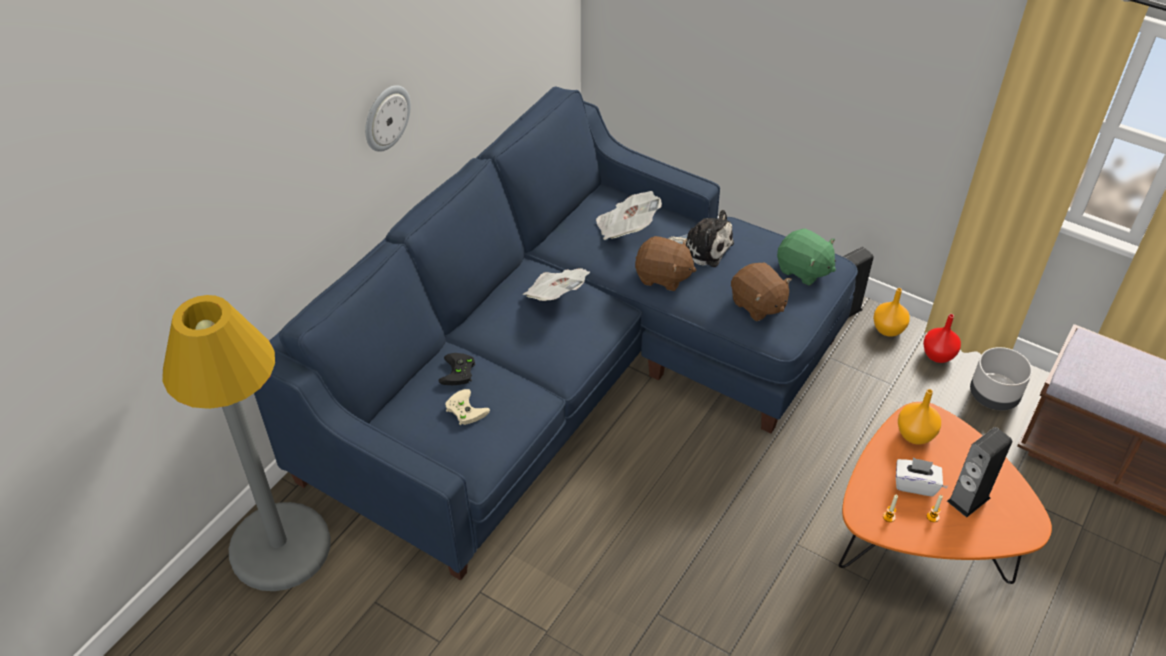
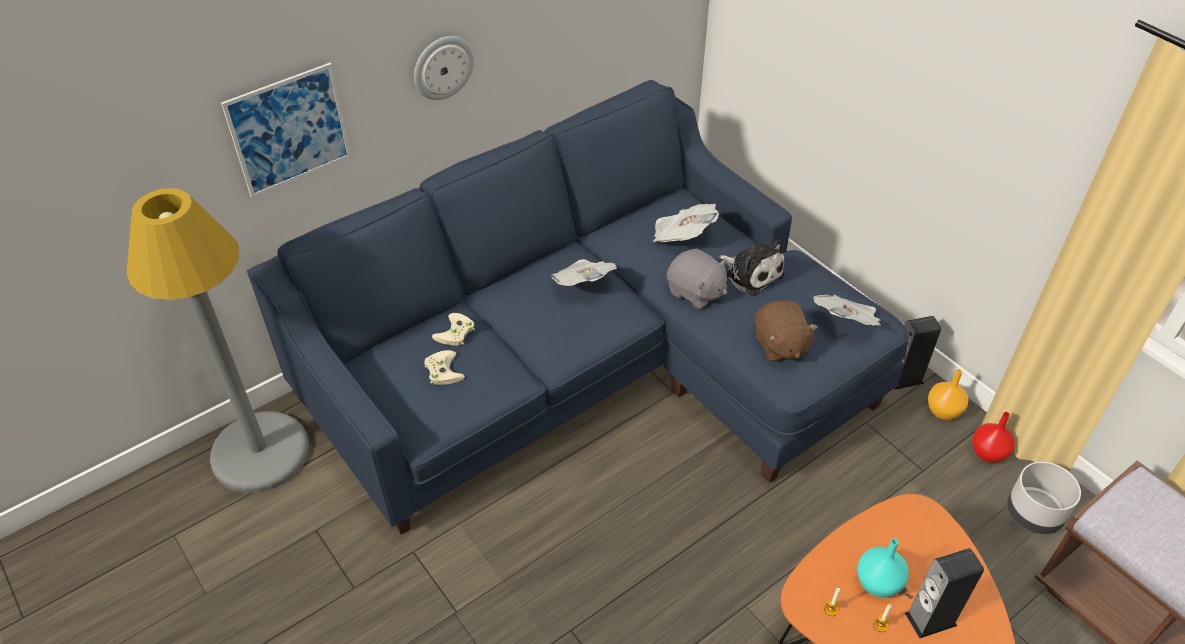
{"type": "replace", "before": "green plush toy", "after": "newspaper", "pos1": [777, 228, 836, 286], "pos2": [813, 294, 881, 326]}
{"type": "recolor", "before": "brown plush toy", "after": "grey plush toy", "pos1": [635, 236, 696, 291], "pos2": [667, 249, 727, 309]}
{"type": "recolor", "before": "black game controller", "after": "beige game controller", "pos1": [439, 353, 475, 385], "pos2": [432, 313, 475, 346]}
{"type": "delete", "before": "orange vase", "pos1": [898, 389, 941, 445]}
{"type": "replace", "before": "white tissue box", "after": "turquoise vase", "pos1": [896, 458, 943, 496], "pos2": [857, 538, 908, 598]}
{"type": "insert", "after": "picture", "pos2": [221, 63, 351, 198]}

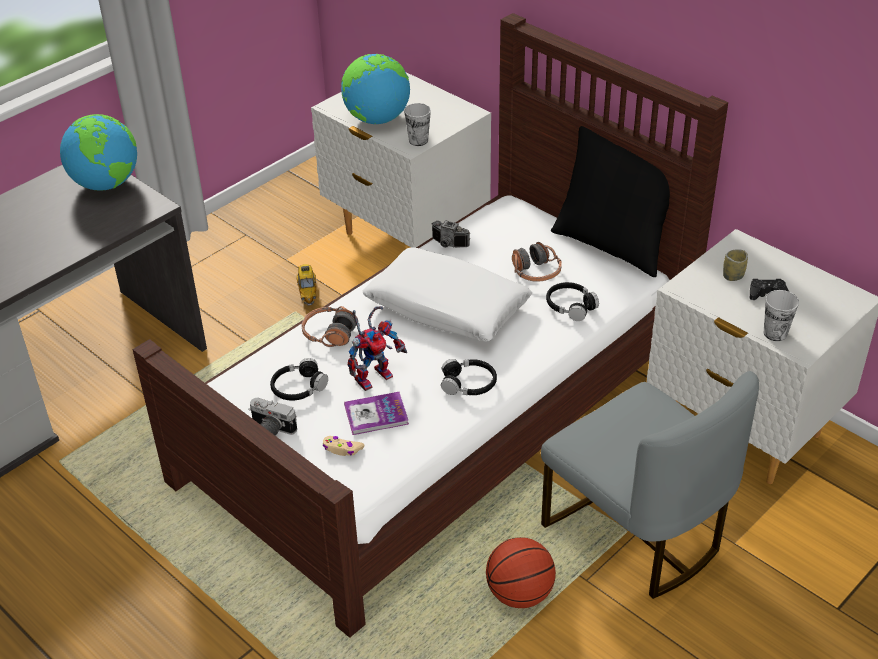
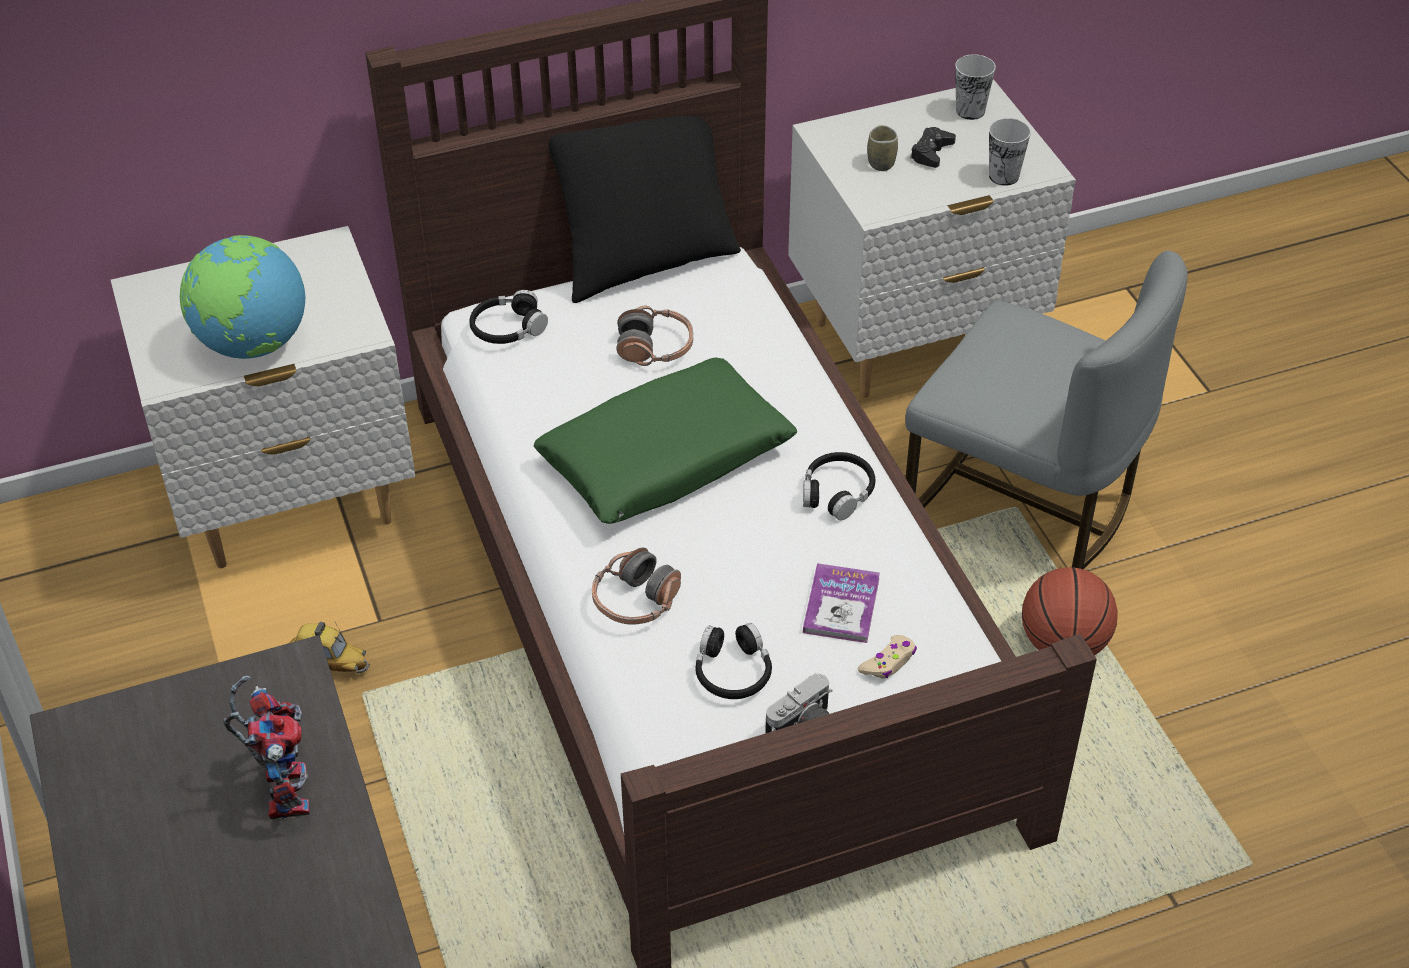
{"type": "move", "before": "cup", "pos1": [404, 103, 431, 146], "pos2": [955, 54, 996, 120]}
{"type": "delete", "before": "globe", "pos1": [60, 114, 137, 191]}
{"type": "delete", "before": "photo camera", "pos1": [431, 220, 470, 248]}
{"type": "recolor", "before": "white pillow", "after": "green pillow", "pos1": [363, 247, 532, 342], "pos2": [534, 357, 797, 524]}
{"type": "move", "before": "black headphones", "pos1": [546, 282, 599, 321], "pos2": [469, 290, 548, 344]}
{"type": "move", "before": "toy robot", "pos1": [348, 306, 407, 391], "pos2": [223, 676, 310, 820]}
{"type": "rotate", "before": "grey chair", "pos1": [541, 371, 759, 599], "pos2": [905, 251, 1187, 569], "turn": 45}

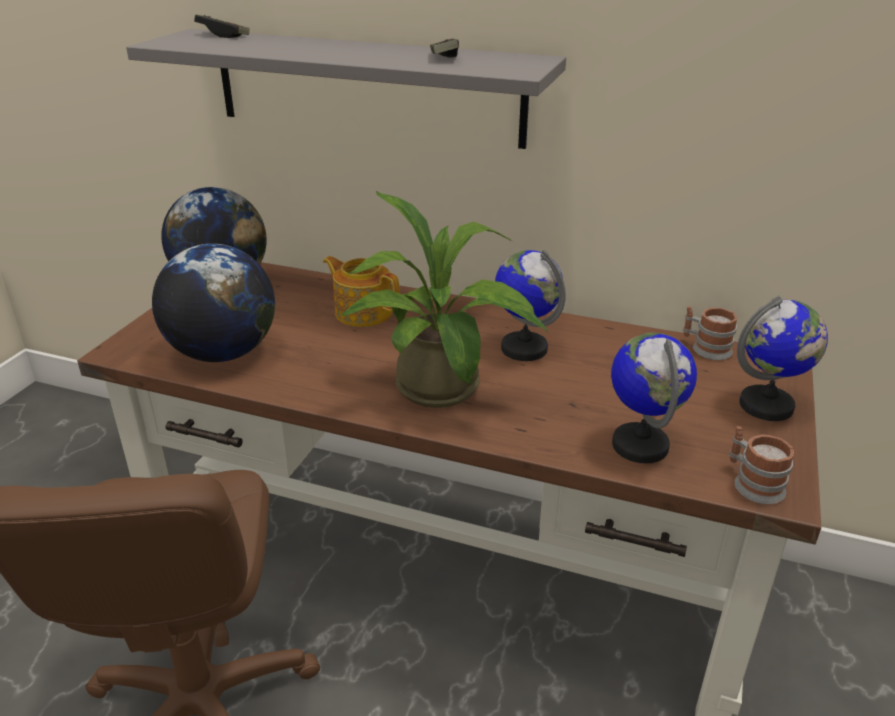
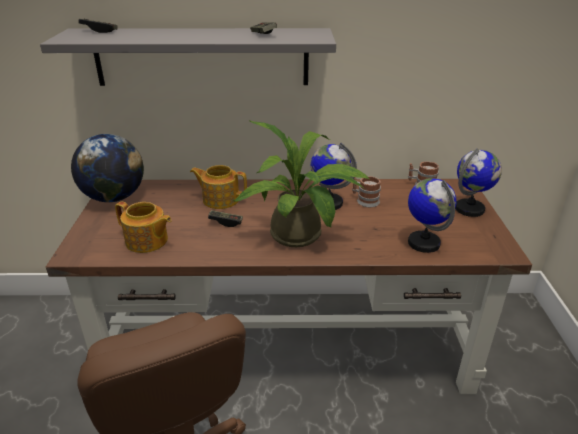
{"type": "replace", "before": "globe", "after": "teapot", "pos1": [152, 244, 275, 362], "pos2": [115, 201, 172, 253]}
{"type": "move", "before": "mug", "pos1": [729, 426, 794, 504], "pos2": [352, 176, 381, 207]}
{"type": "insert", "after": "game controller", "pos2": [208, 210, 243, 227]}

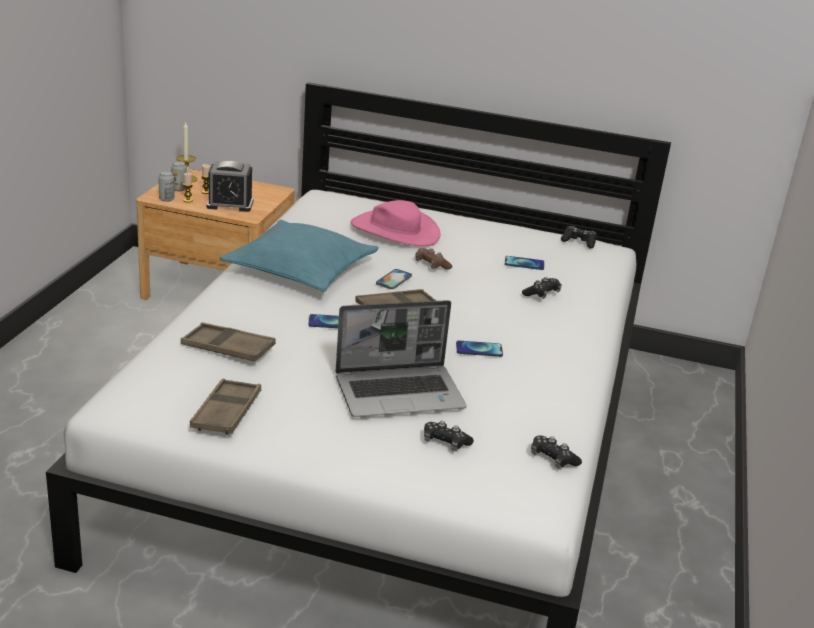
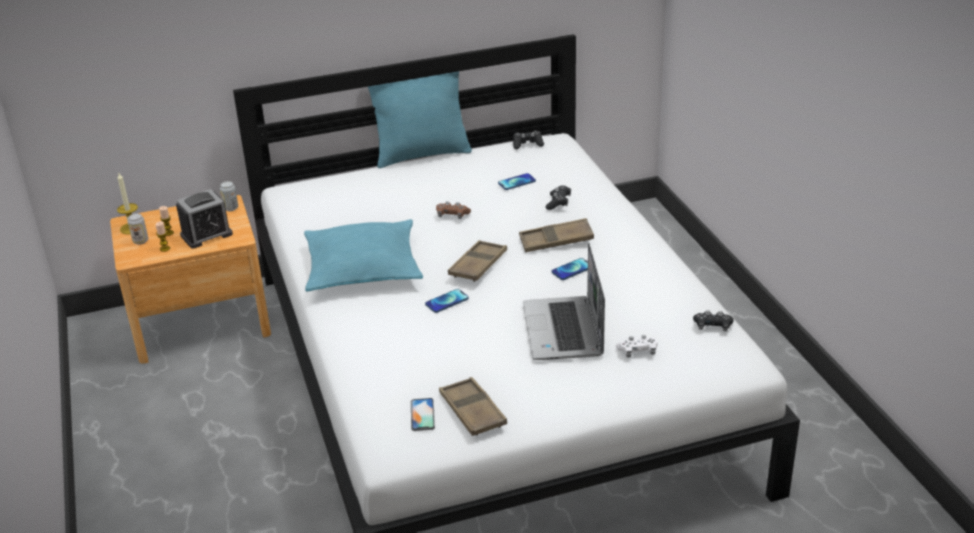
{"type": "move", "before": "can", "pos1": [158, 171, 175, 202], "pos2": [220, 181, 238, 211]}
{"type": "delete", "before": "pink hat", "pos1": [350, 200, 440, 246]}
{"type": "move", "before": "phone", "pos1": [376, 269, 412, 289], "pos2": [411, 398, 435, 431]}
{"type": "rotate", "before": "laptop", "pos1": [335, 300, 467, 417], "pos2": [523, 243, 605, 360], "turn": 135}
{"type": "move", "before": "brown tray", "pos1": [181, 322, 276, 362], "pos2": [519, 218, 594, 252]}
{"type": "recolor", "before": "black game controller", "after": "white game controller", "pos1": [424, 421, 474, 451], "pos2": [616, 335, 658, 358]}
{"type": "insert", "after": "turquoise pillow", "pos2": [368, 71, 472, 168]}

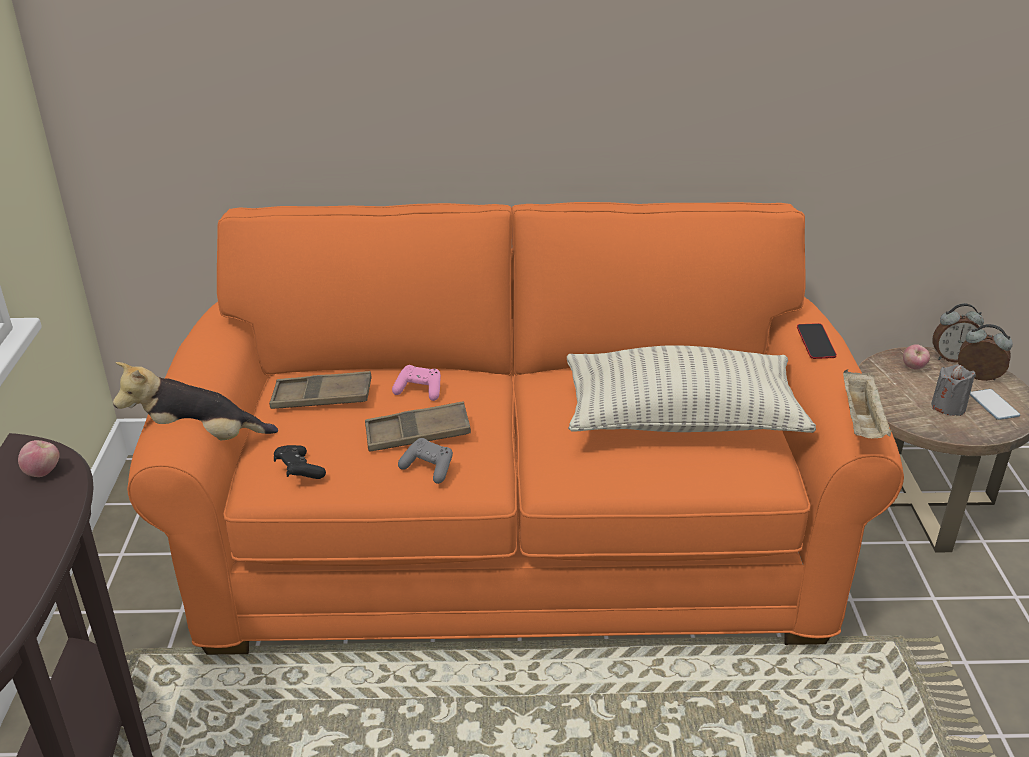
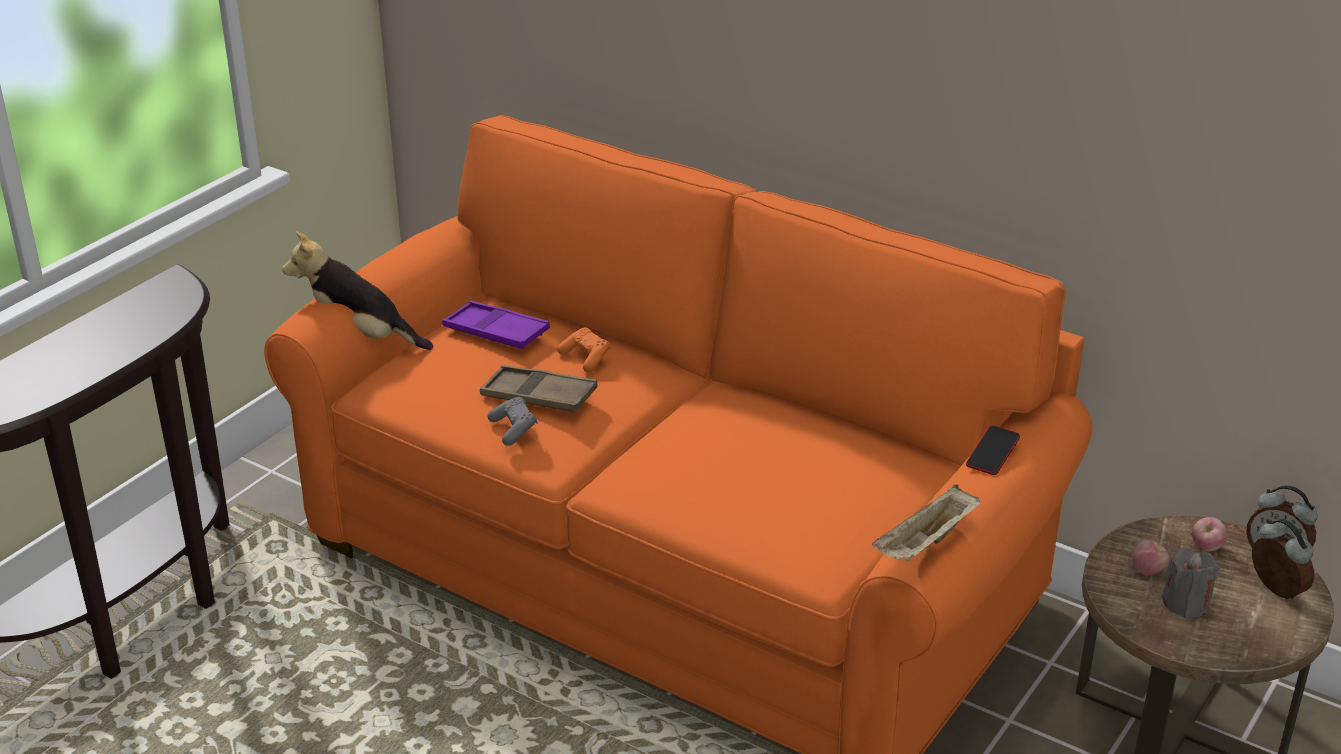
{"type": "delete", "before": "pillow", "pos1": [567, 345, 816, 433]}
{"type": "recolor", "before": "pink game controller", "after": "orange game controller", "pos1": [392, 365, 441, 401], "pos2": [558, 328, 610, 372]}
{"type": "recolor", "before": "brown tray", "after": "purple tray", "pos1": [269, 371, 372, 409], "pos2": [442, 301, 550, 349]}
{"type": "delete", "before": "phone", "pos1": [970, 389, 1020, 420]}
{"type": "move", "before": "apple", "pos1": [18, 440, 60, 477], "pos2": [1132, 540, 1170, 575]}
{"type": "delete", "before": "black game controller", "pos1": [274, 445, 326, 479]}

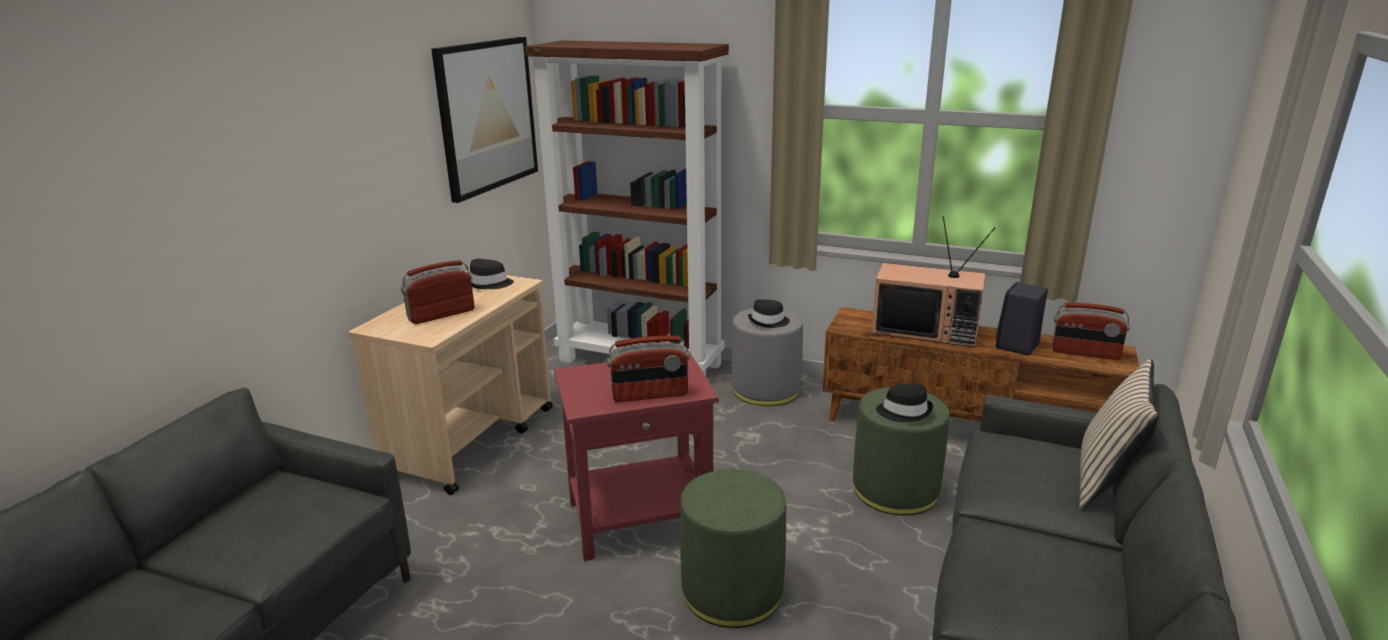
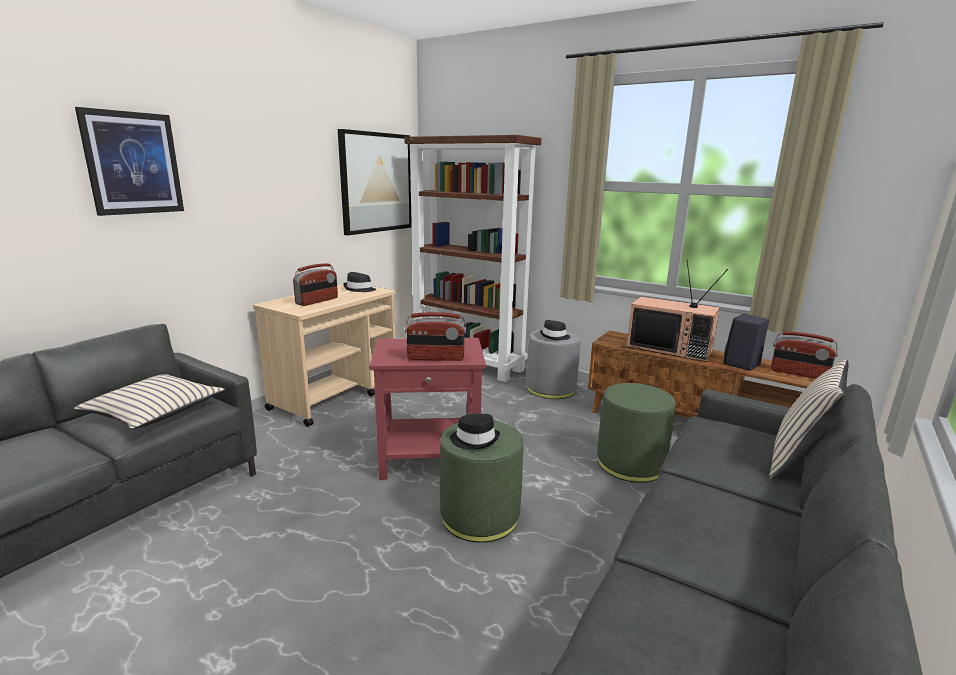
{"type": "rotate", "before": "radio", "pos1": [401, 260, 474, 324], "pos2": [293, 264, 338, 306], "turn": 150}
{"type": "move", "before": "black hat", "pos1": [876, 383, 933, 422], "pos2": [450, 414, 500, 450]}
{"type": "insert", "after": "picture", "pos2": [75, 107, 184, 216]}
{"type": "insert", "after": "beige pillow", "pos2": [74, 374, 225, 429]}

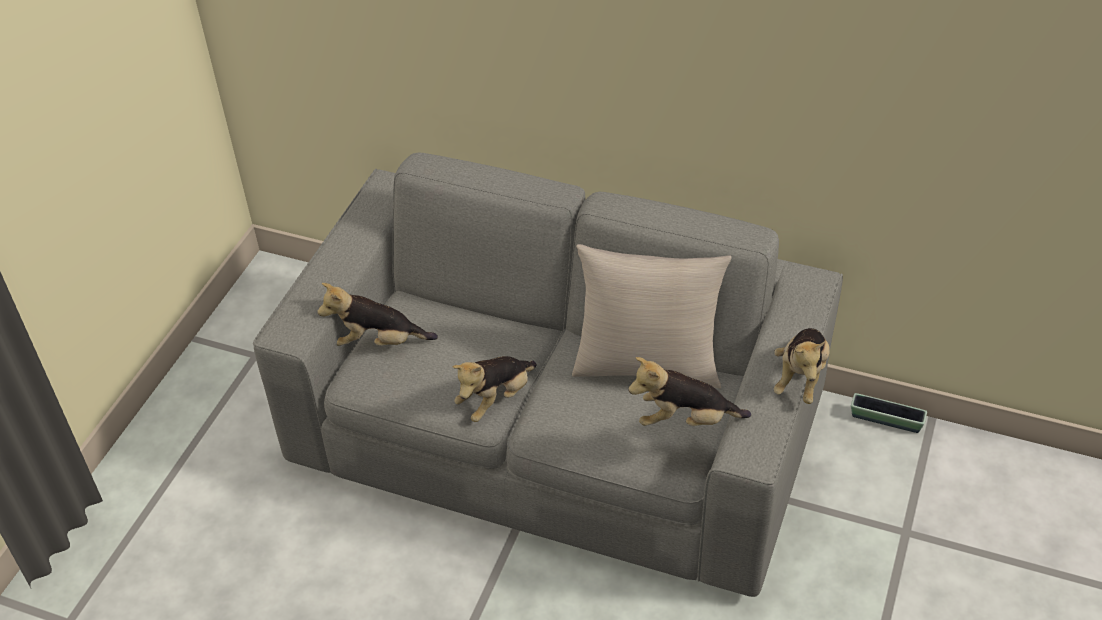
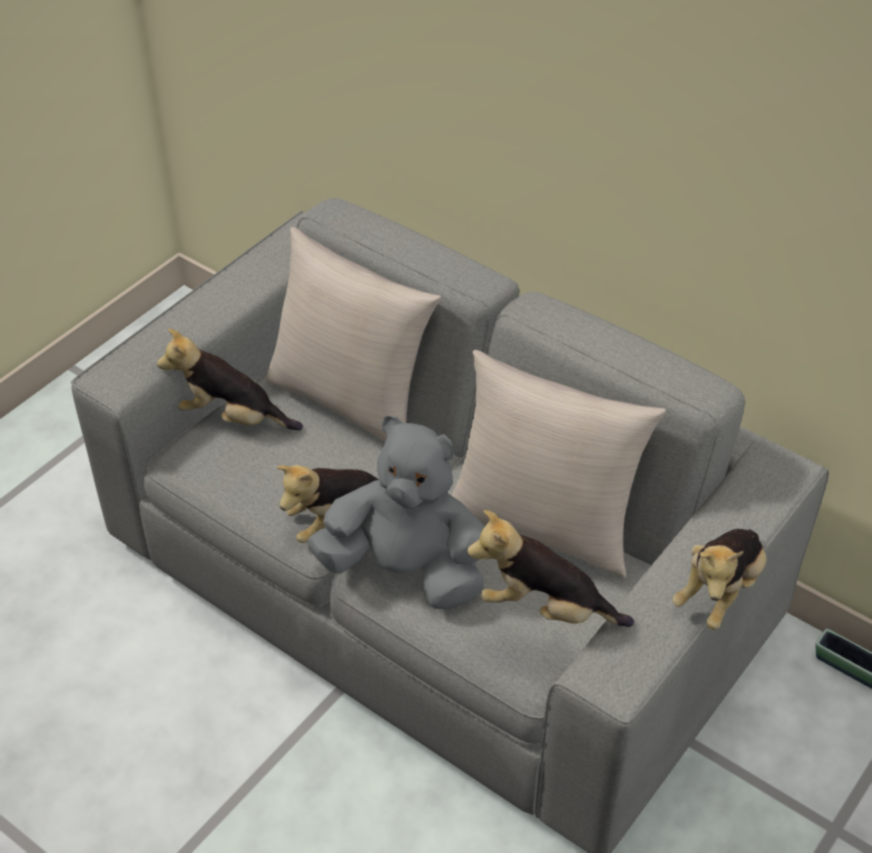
{"type": "insert", "after": "beige pillow", "pos2": [266, 227, 441, 442]}
{"type": "insert", "after": "grey plush toy", "pos2": [307, 416, 485, 609]}

